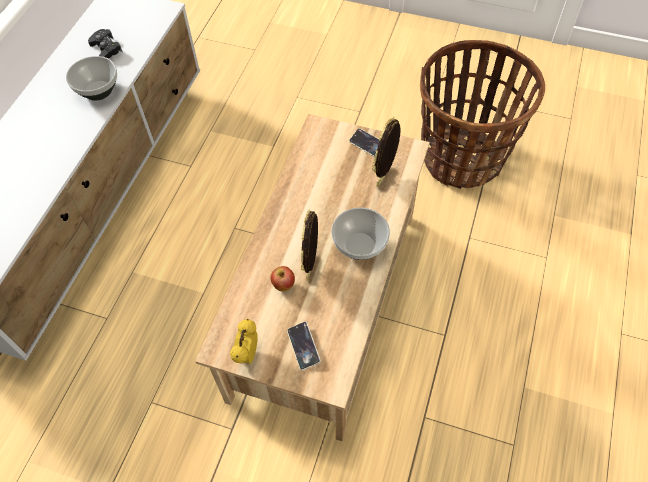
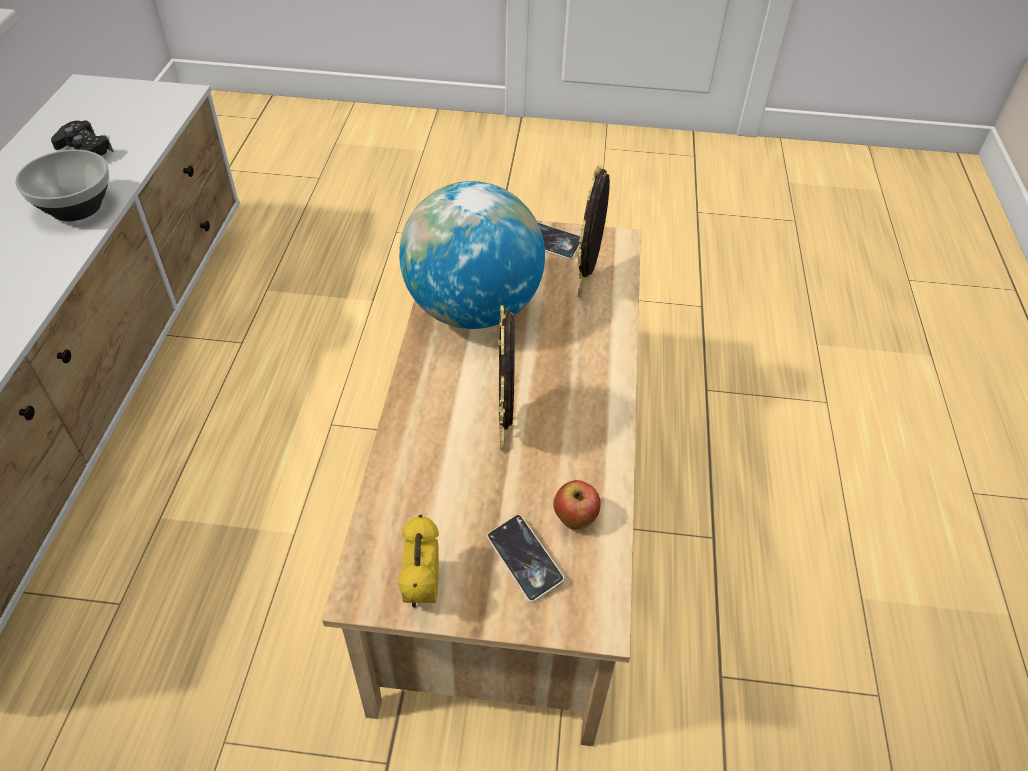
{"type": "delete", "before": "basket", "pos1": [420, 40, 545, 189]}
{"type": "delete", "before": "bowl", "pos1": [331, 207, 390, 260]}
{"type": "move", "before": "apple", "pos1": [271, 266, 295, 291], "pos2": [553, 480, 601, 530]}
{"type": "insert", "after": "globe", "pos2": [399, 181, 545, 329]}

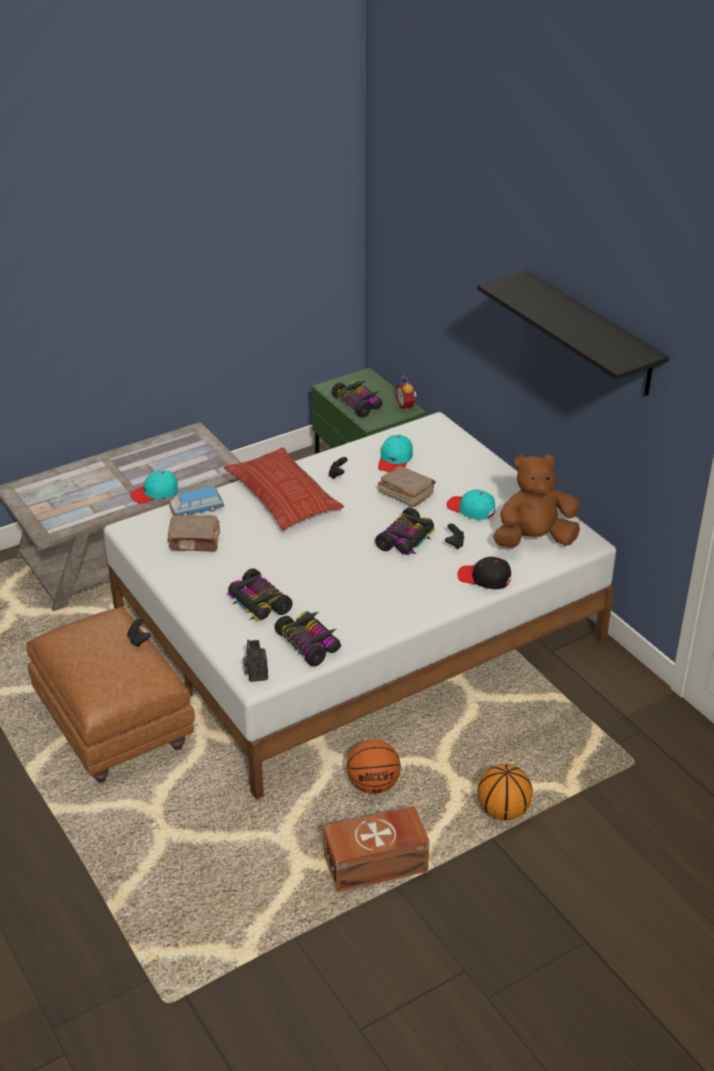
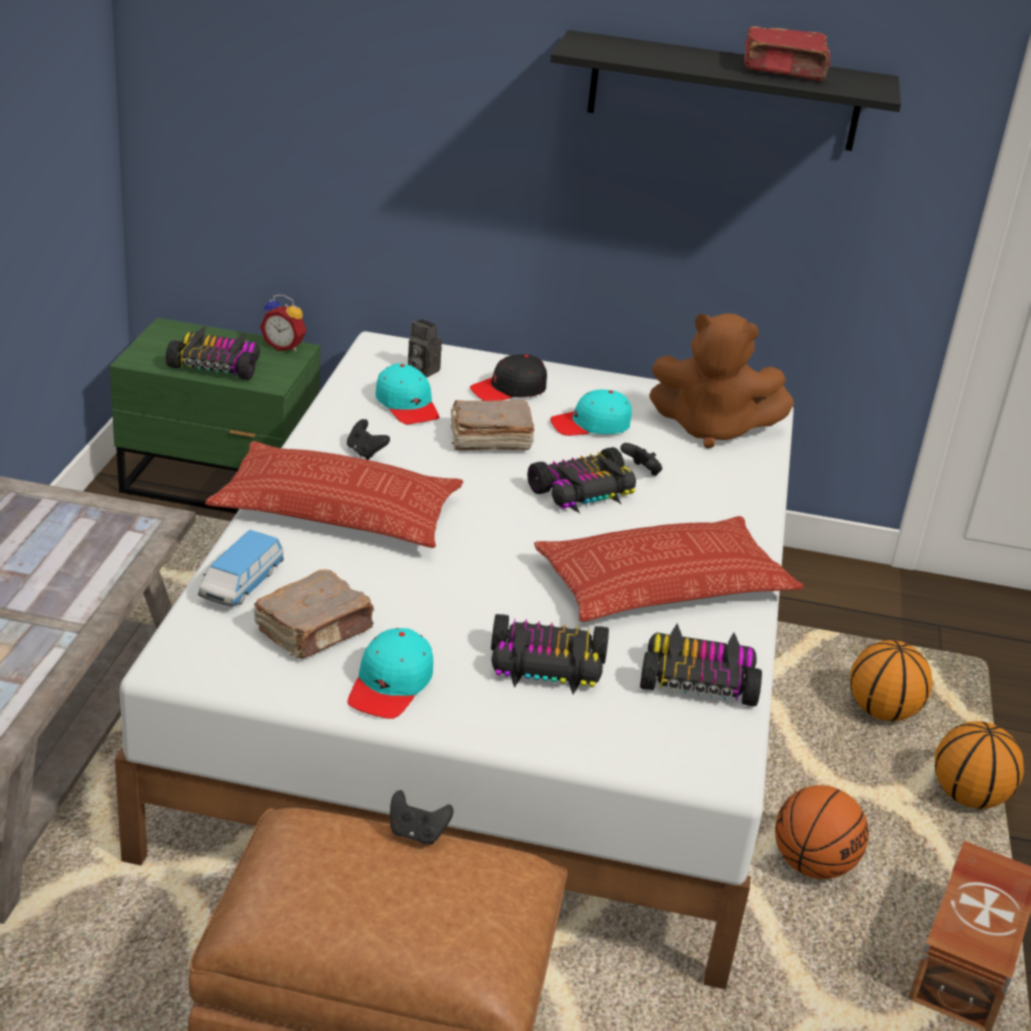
{"type": "rotate", "before": "brown plush toy", "pos1": [493, 454, 580, 548], "pos2": [649, 313, 794, 449], "turn": -105}
{"type": "move", "before": "turquoise cap", "pos1": [130, 470, 178, 504], "pos2": [348, 628, 433, 719]}
{"type": "rotate", "before": "toy car", "pos1": [375, 507, 435, 555], "pos2": [527, 447, 636, 513], "turn": 75}
{"type": "move", "before": "black cap", "pos1": [457, 557, 511, 589], "pos2": [470, 354, 547, 401]}
{"type": "move", "before": "photo camera", "pos1": [243, 639, 268, 682], "pos2": [408, 319, 442, 378]}
{"type": "insert", "after": "red book", "pos2": [744, 26, 830, 81]}
{"type": "insert", "after": "pillow", "pos2": [534, 516, 803, 622]}
{"type": "insert", "after": "basketball", "pos2": [850, 640, 932, 721]}

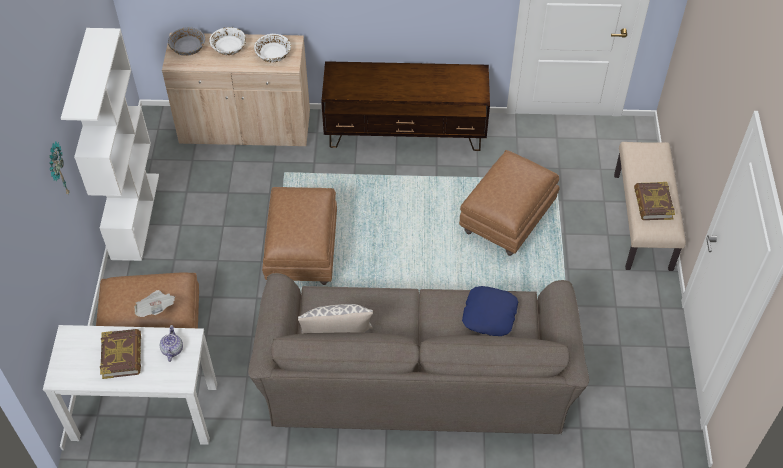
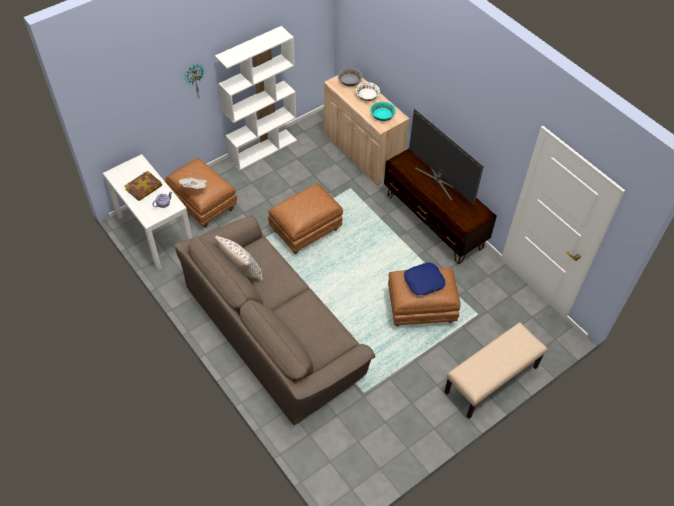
{"type": "recolor", "before": "white bowl", "after": "turquoise bowl", "pos1": [254, 34, 291, 62], "pos2": [370, 102, 396, 121]}
{"type": "delete", "before": "book", "pos1": [634, 182, 675, 220]}
{"type": "move", "before": "blue pillow", "pos1": [462, 286, 518, 336], "pos2": [404, 262, 445, 295]}
{"type": "insert", "after": "television", "pos2": [409, 108, 484, 205]}

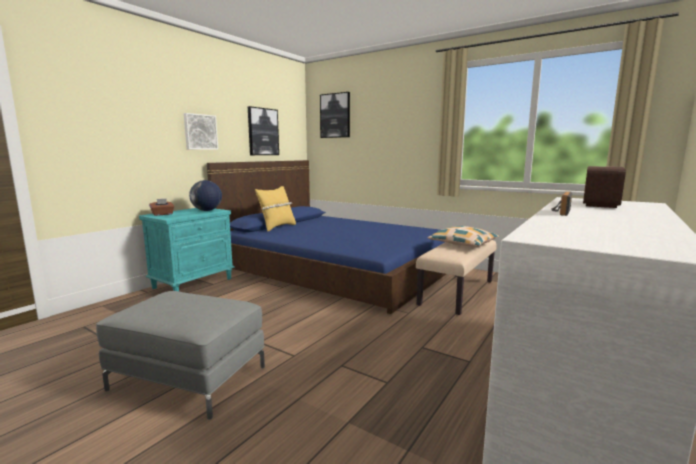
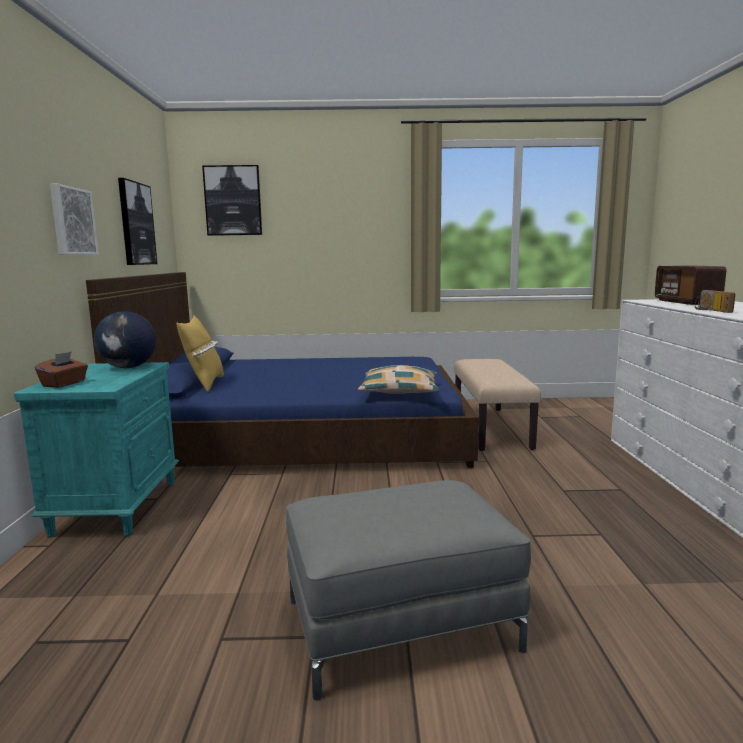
{"type": "move", "before": "pillow", "pos1": [428, 226, 499, 247], "pos2": [358, 365, 440, 394]}

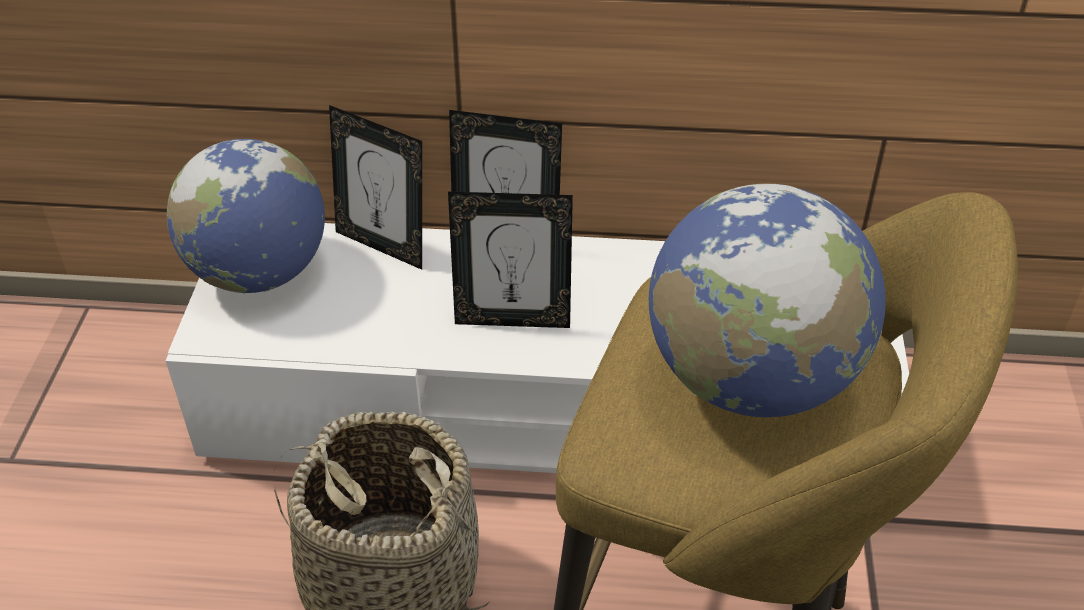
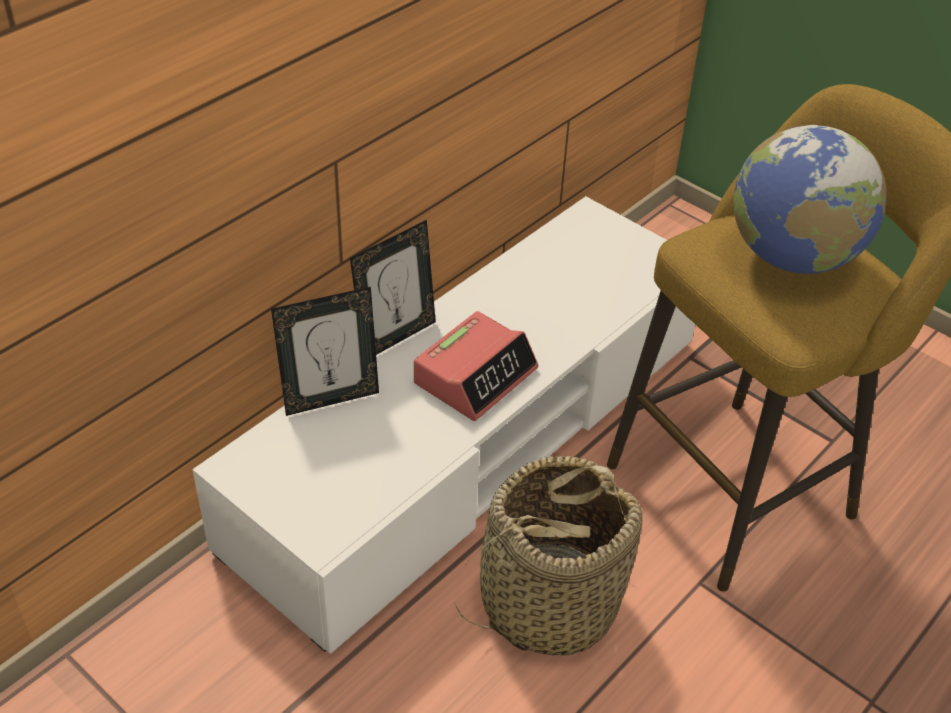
{"type": "delete", "before": "globe", "pos1": [166, 139, 325, 293]}
{"type": "replace", "before": "picture frame", "after": "alarm clock", "pos1": [448, 192, 573, 328], "pos2": [414, 311, 538, 421]}

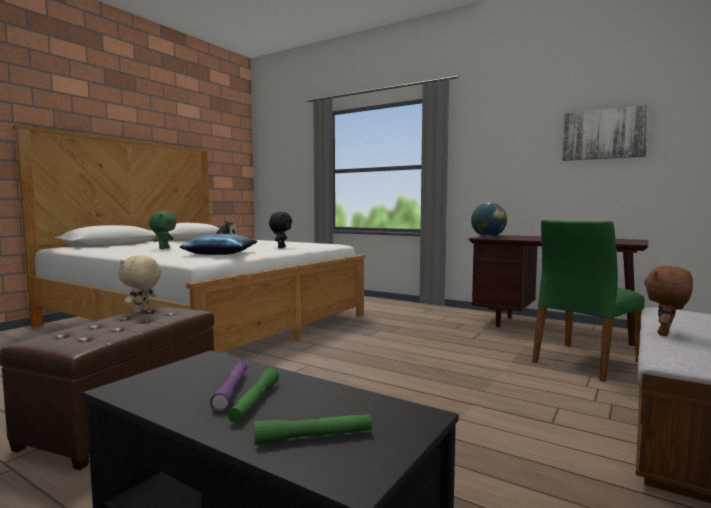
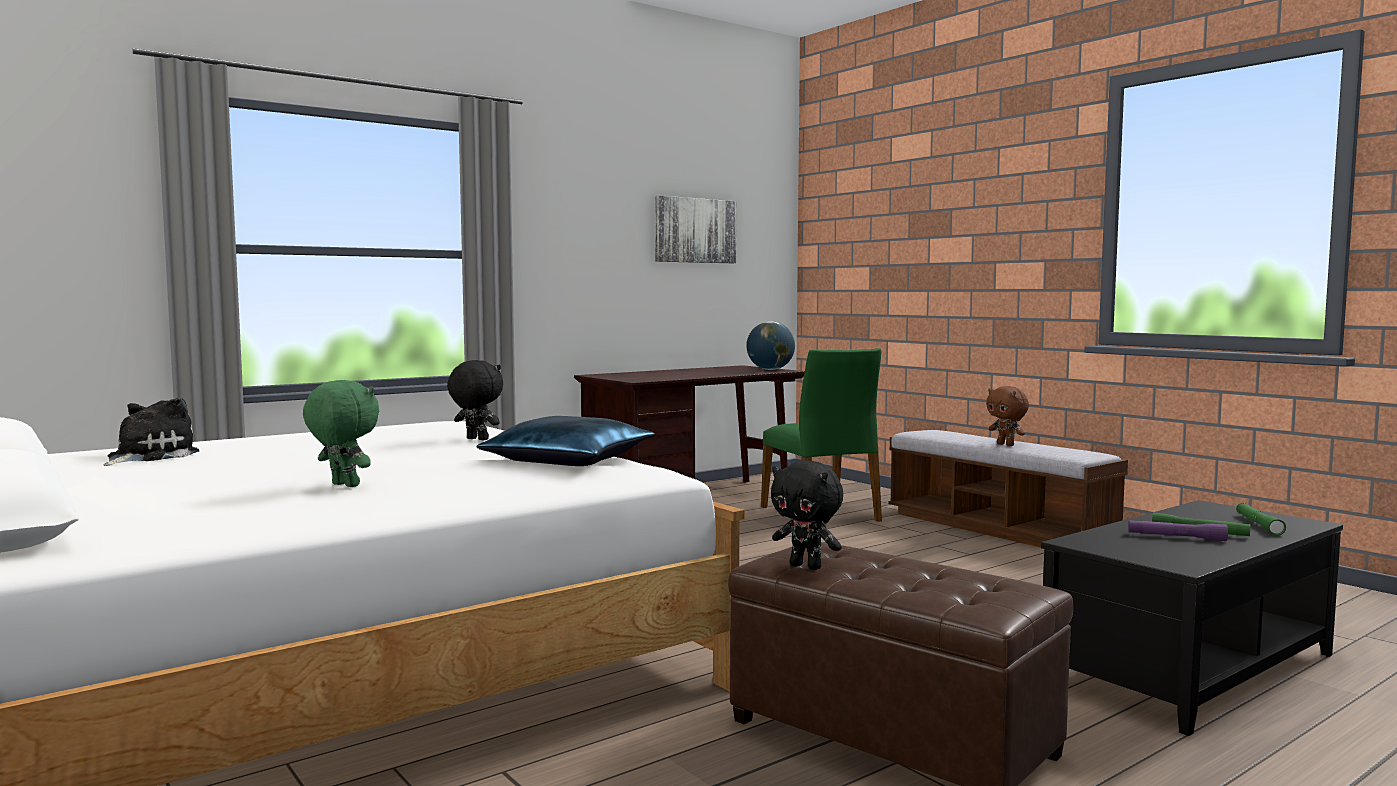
{"type": "move", "before": "globe", "pos1": [471, 203, 507, 237], "pos2": [746, 321, 795, 370]}
{"type": "recolor", "before": "beige plush toy", "after": "black plush toy", "pos1": [118, 255, 161, 313], "pos2": [771, 461, 843, 570]}

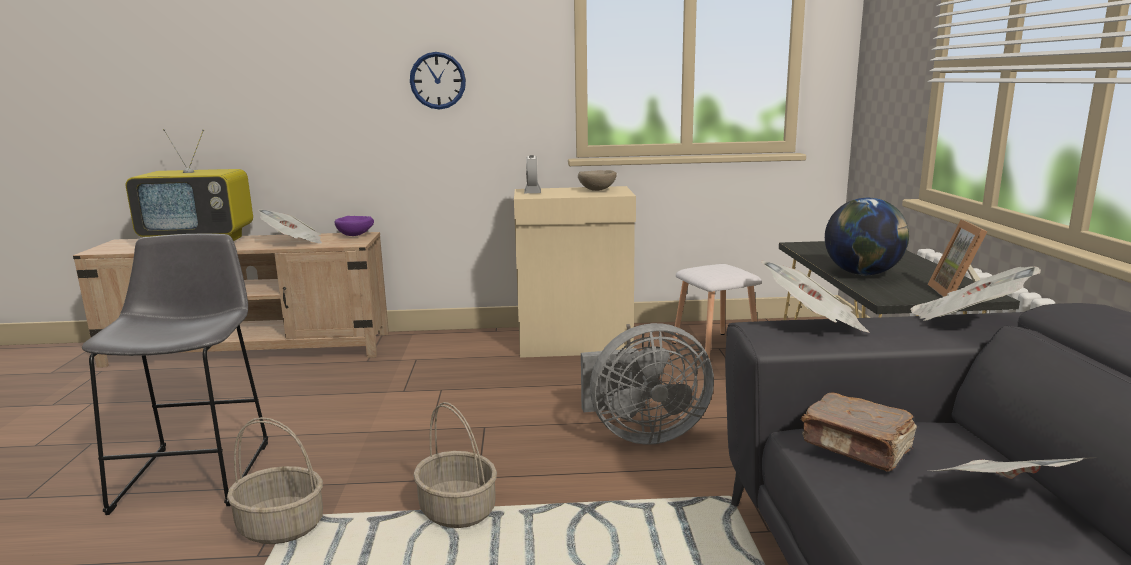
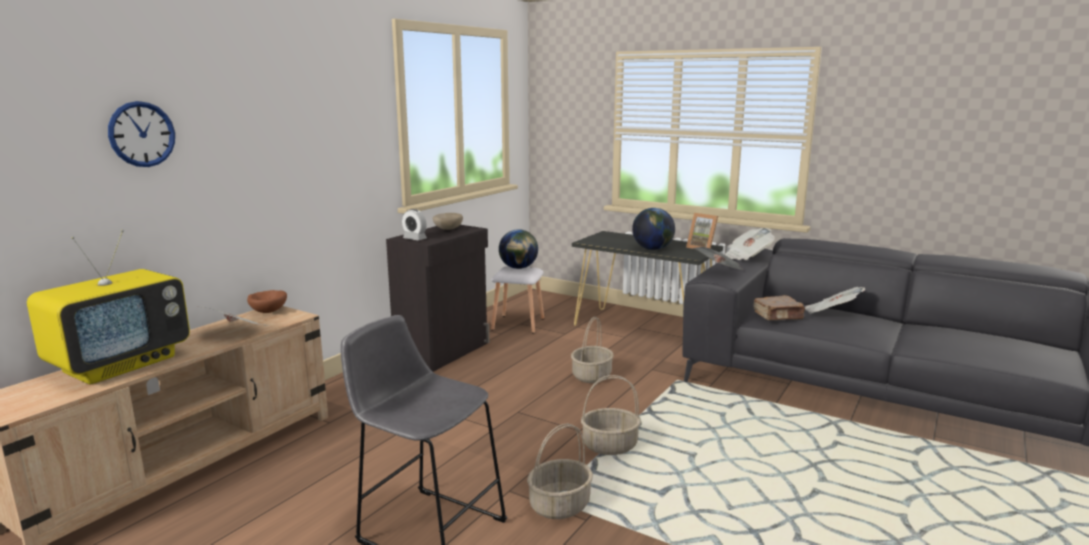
{"type": "move", "before": "wall clock", "pos1": [410, 52, 466, 109], "pos2": [108, 101, 175, 167]}
{"type": "recolor", "before": "beige cabinet", "after": "black cabinet", "pos1": [514, 186, 636, 358], "pos2": [386, 225, 490, 372]}
{"type": "recolor", "before": "purple bowl", "after": "brown bowl", "pos1": [335, 216, 374, 236], "pos2": [247, 290, 287, 313]}
{"type": "replace", "before": "grey fan", "after": "basket", "pos1": [581, 323, 714, 445], "pos2": [571, 317, 614, 383]}
{"type": "insert", "after": "globe", "pos2": [499, 229, 538, 269]}

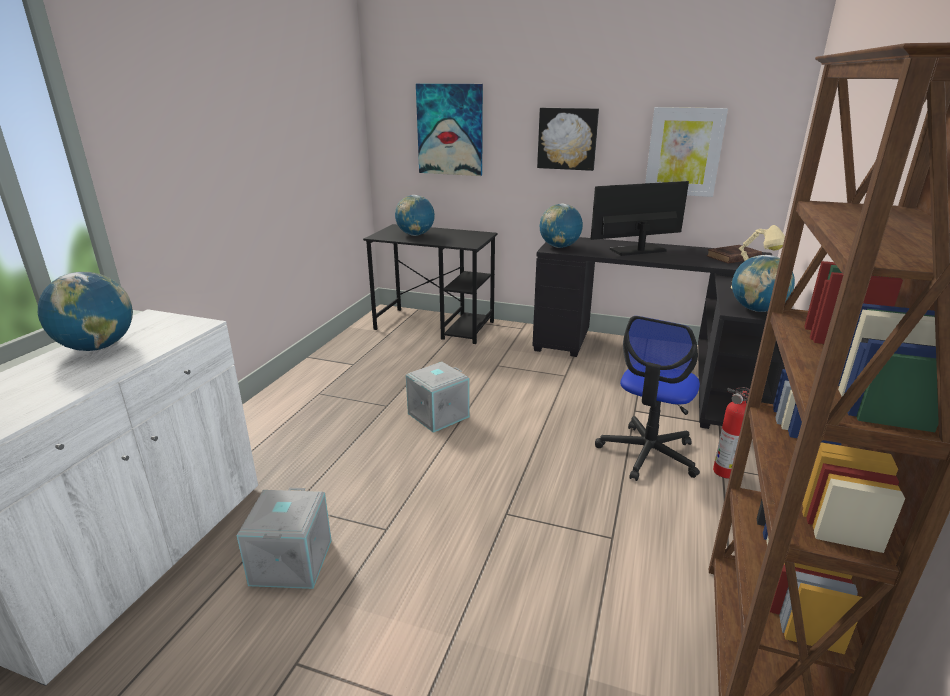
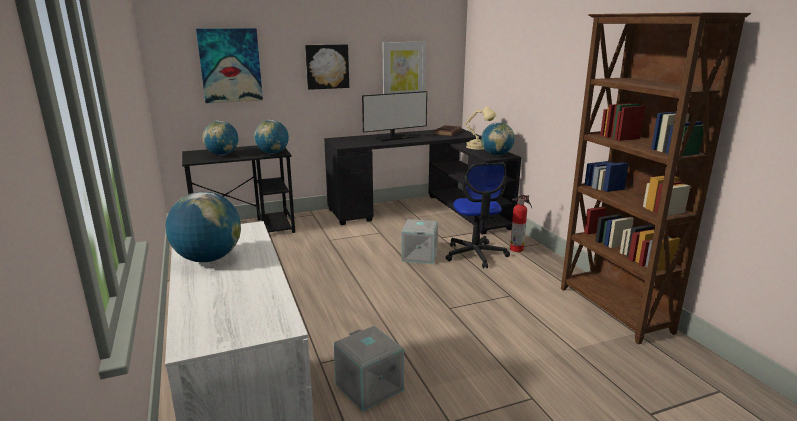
{"type": "rotate", "before": "monitor", "pos1": [591, 181, 689, 256], "pos2": [362, 91, 427, 141], "turn": -150}
{"type": "move", "before": "globe", "pos1": [540, 203, 583, 248], "pos2": [254, 120, 289, 154]}
{"type": "move", "before": "grey storage box", "pos1": [406, 362, 470, 433], "pos2": [401, 219, 438, 264]}

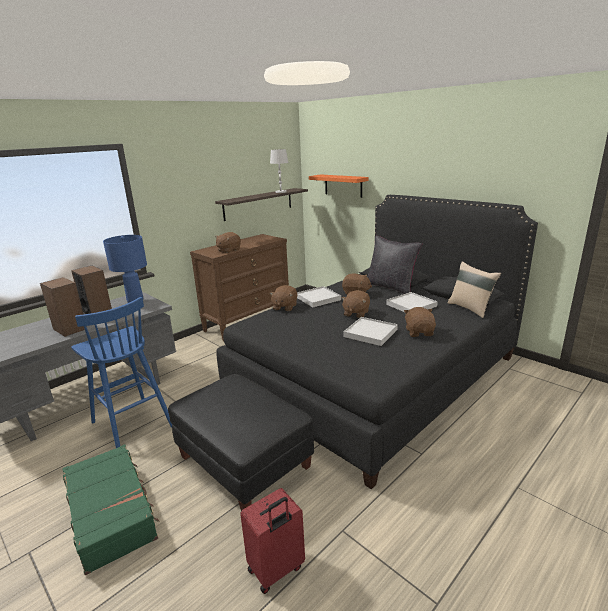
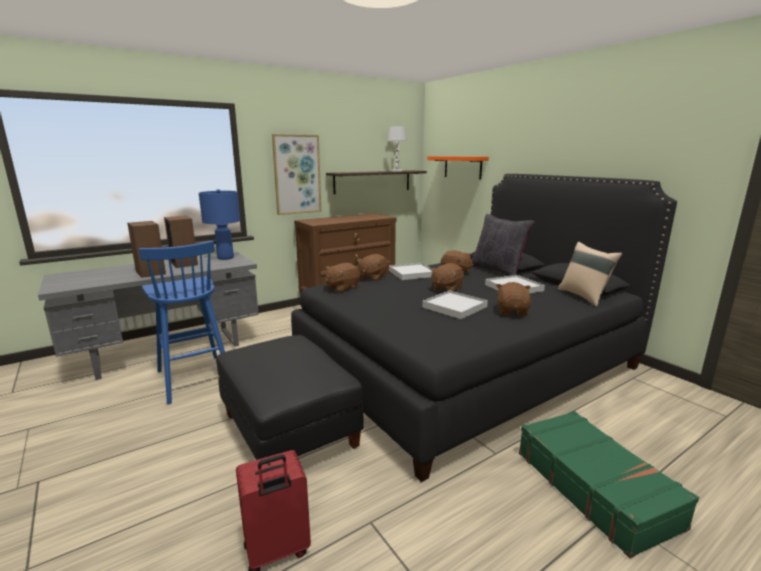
{"type": "move", "before": "brown plush toy", "pos1": [215, 232, 241, 253], "pos2": [325, 263, 360, 292]}
{"type": "move", "before": "green suitcase", "pos1": [62, 444, 160, 575], "pos2": [519, 411, 699, 558]}
{"type": "insert", "after": "picture", "pos2": [272, 134, 321, 215]}

